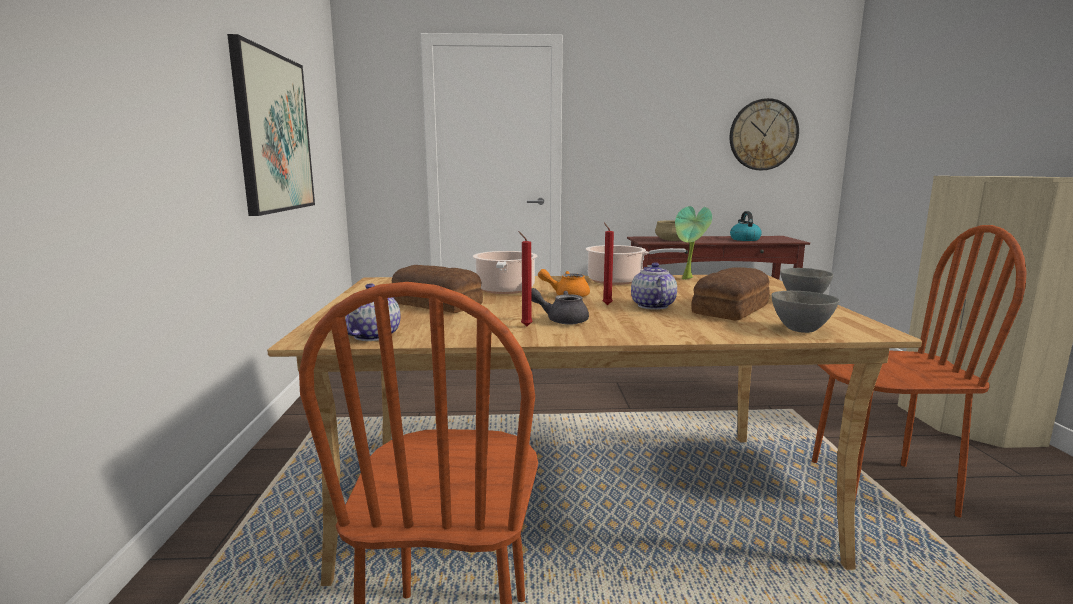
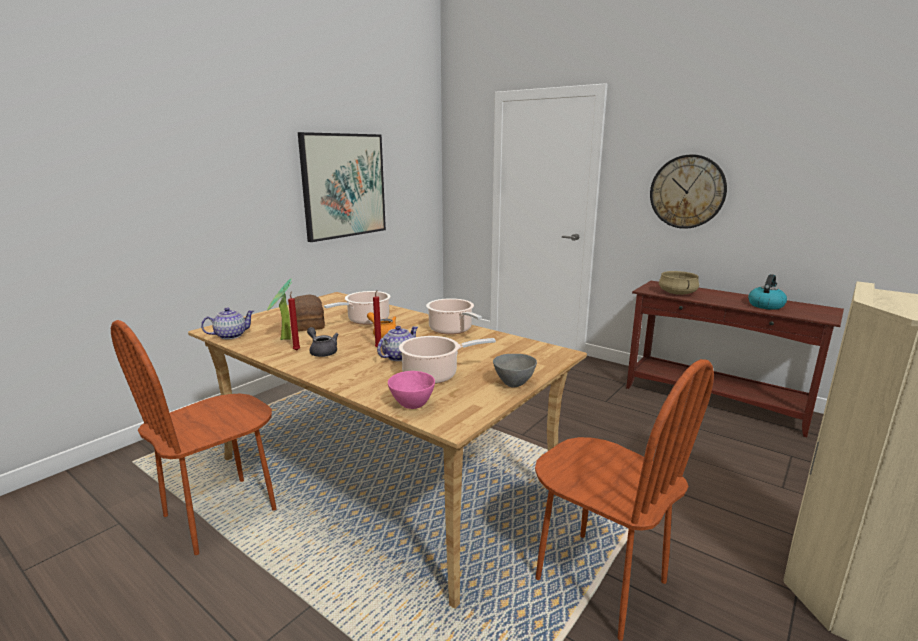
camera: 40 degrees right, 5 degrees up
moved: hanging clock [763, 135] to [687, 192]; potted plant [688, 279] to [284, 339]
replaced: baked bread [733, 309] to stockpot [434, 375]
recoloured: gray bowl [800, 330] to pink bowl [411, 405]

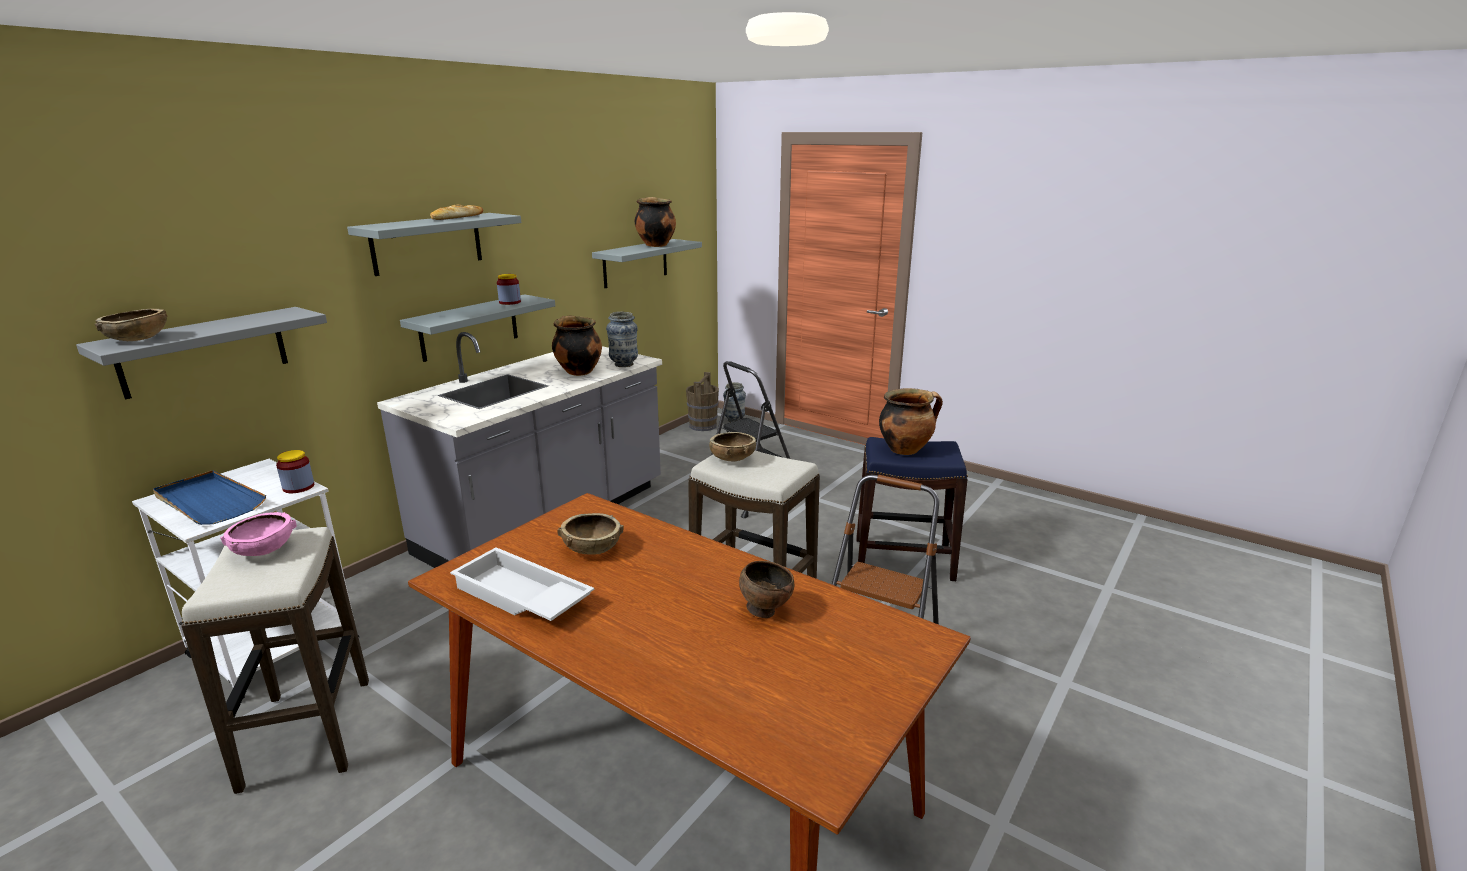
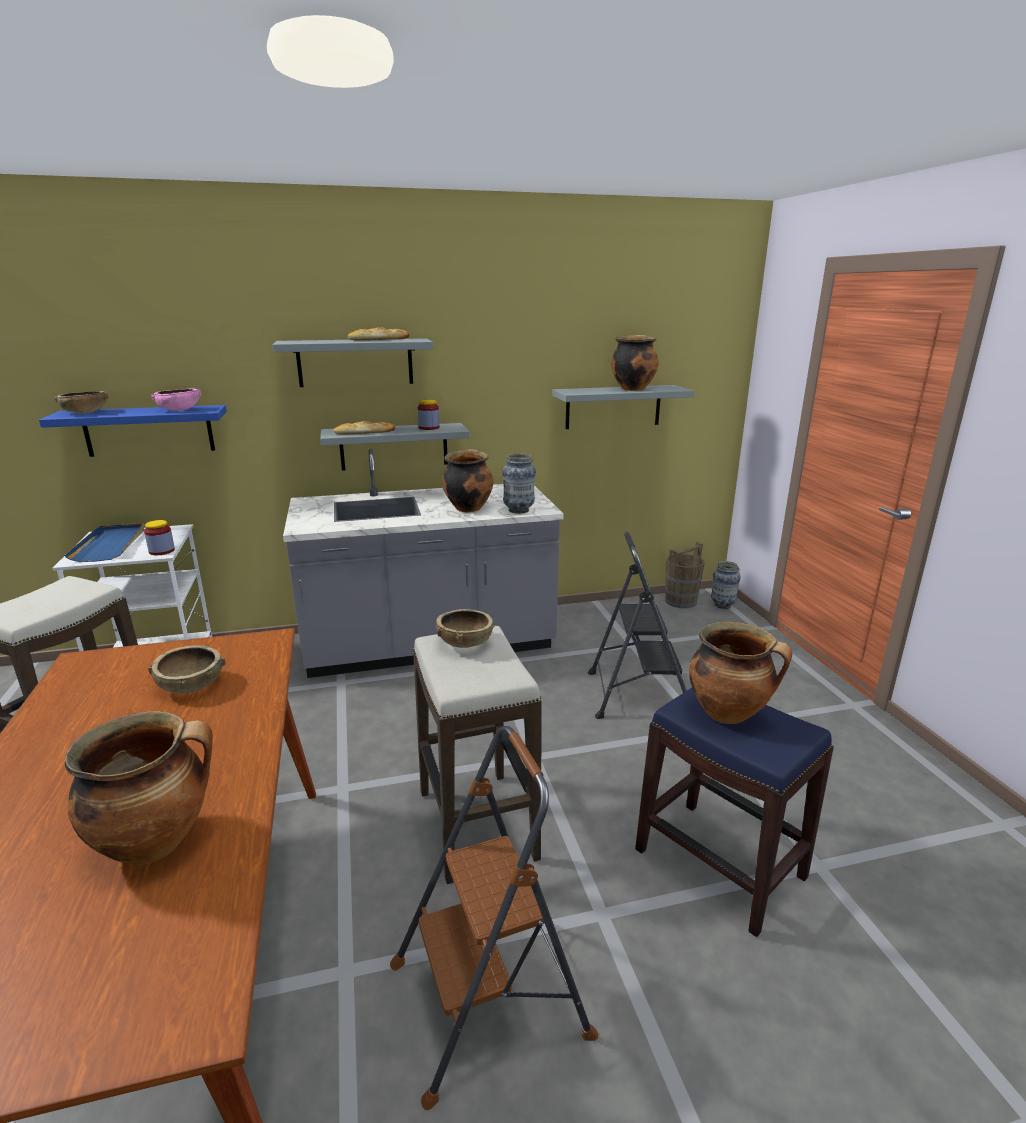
camera: 40 degrees right, 0 degrees up
removed: whitish carrying tray [520, 597]
added: baked bread [364, 432]
moved: pink bowl [264, 549] to [179, 410]
replaced: brownish bowl [765, 611] to stockpot [157, 840]
recoloured: gray wall shelf [204, 351] to bluish wall shelf [149, 430]

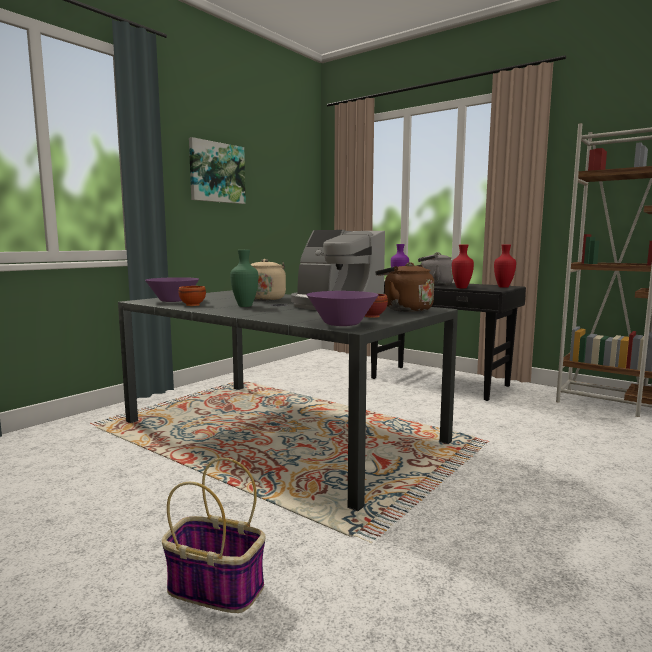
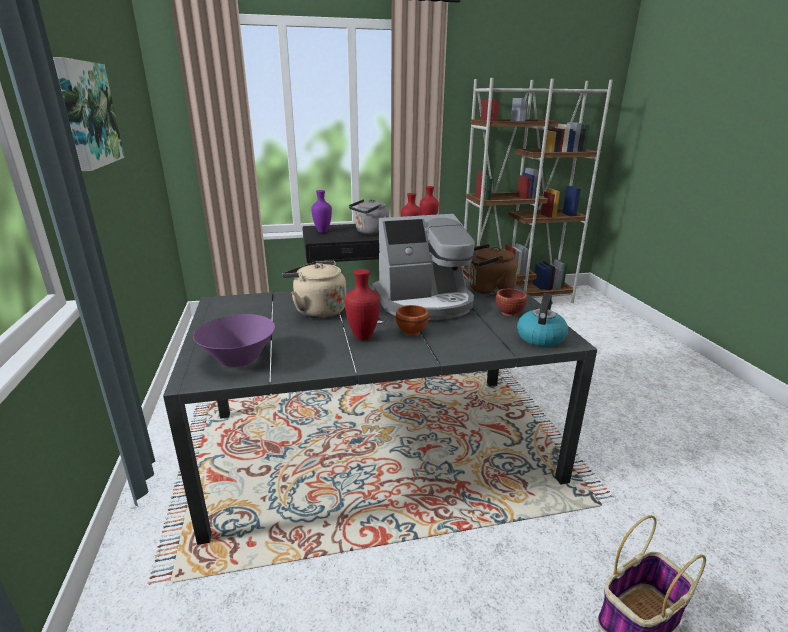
camera: 50 degrees left, 15 degrees up
moved: brownish bowl [193, 305] to [411, 331]
replaced: purple-coloured bowl [342, 324] to water kettle [540, 337]
recoloured: green-coloured vase [244, 306] to reddish vase [362, 337]

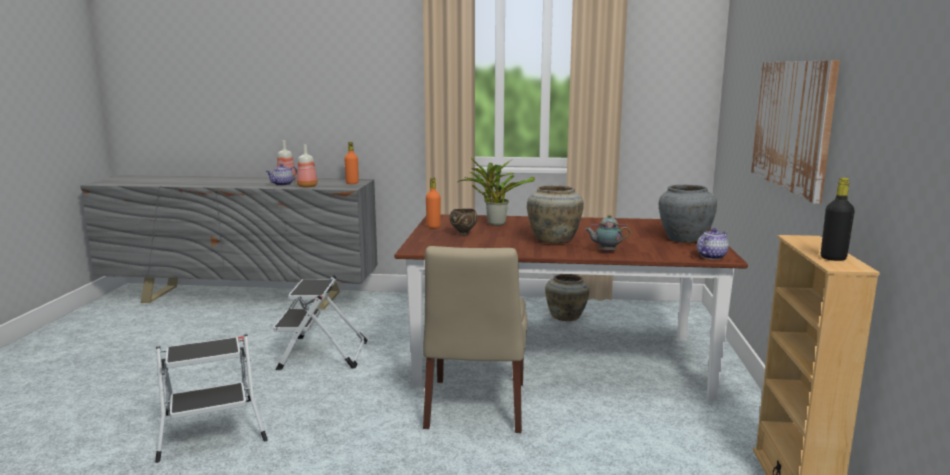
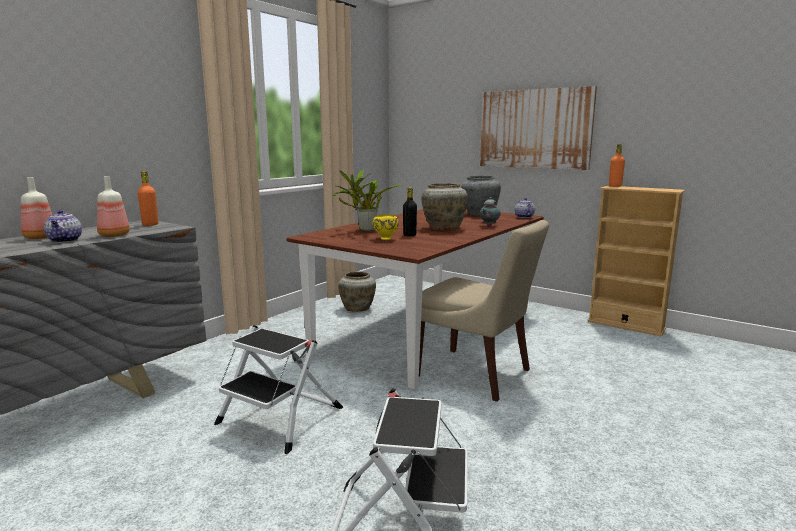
camera: 60 degrees left, 0 degrees up
moved: orange-coloured beverage bottle [433, 227] to [615, 186]; black-coloured beverage bottle [833, 258] to [409, 235]
recoloured: brownish bowl [463, 234] to yellow-coloured bowl [385, 239]

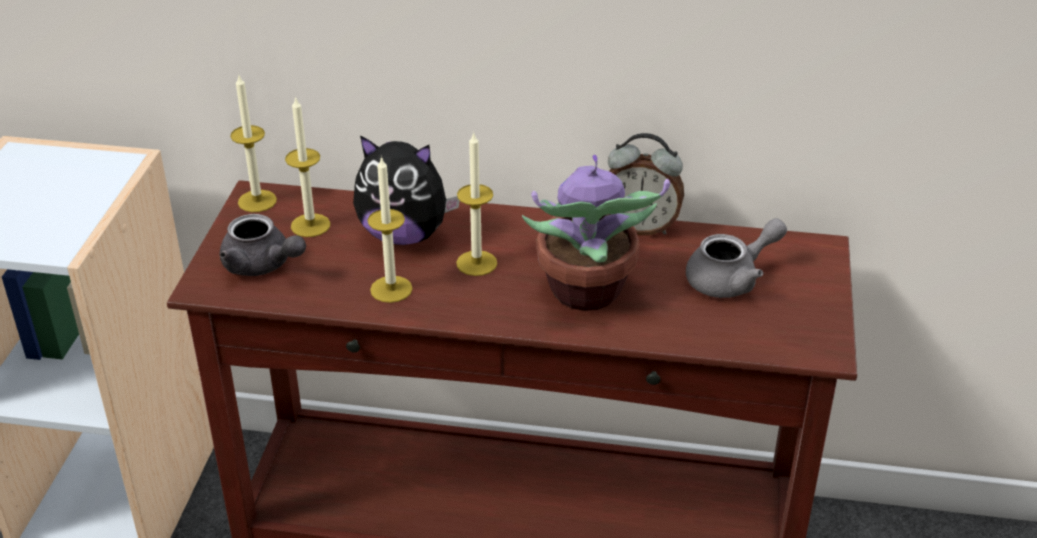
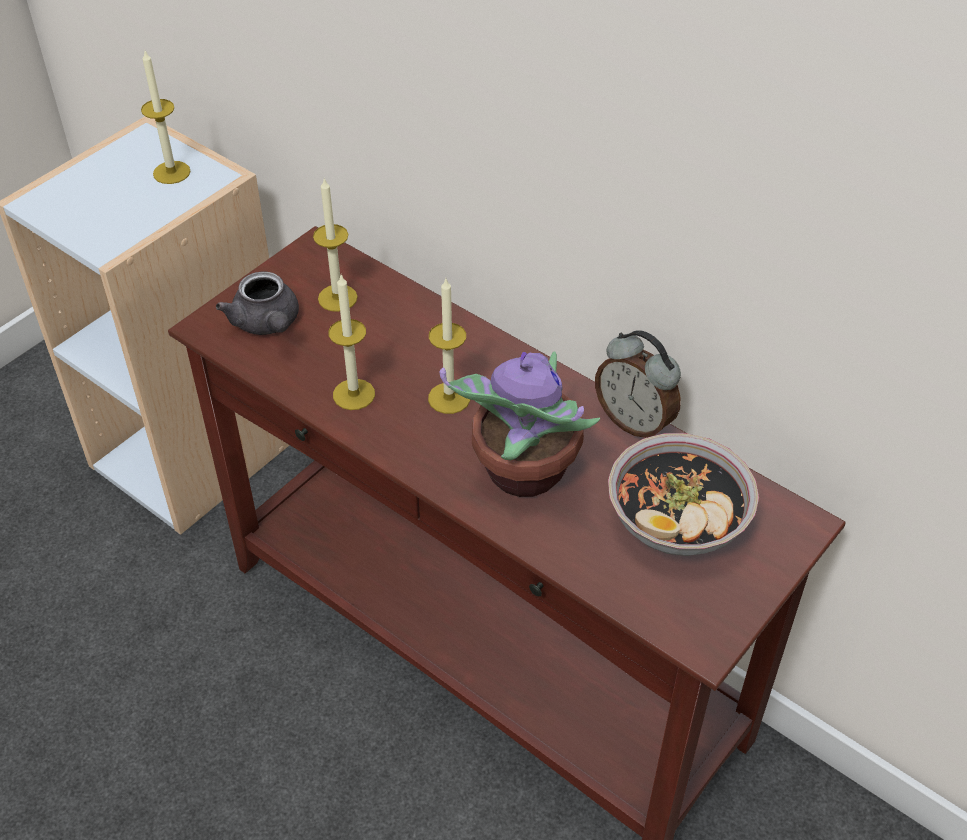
camera: 30 degrees right, 10 degrees up
removed: soft toy [404, 235]
moved: wax candle [257, 201] to [171, 172]
replaced: gray tea pot [731, 279] to bowl [677, 520]

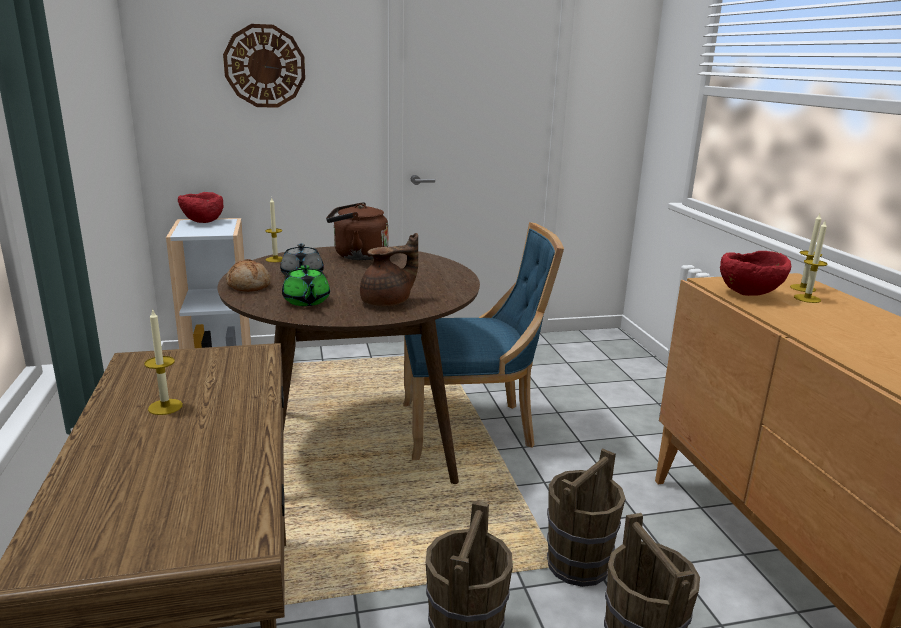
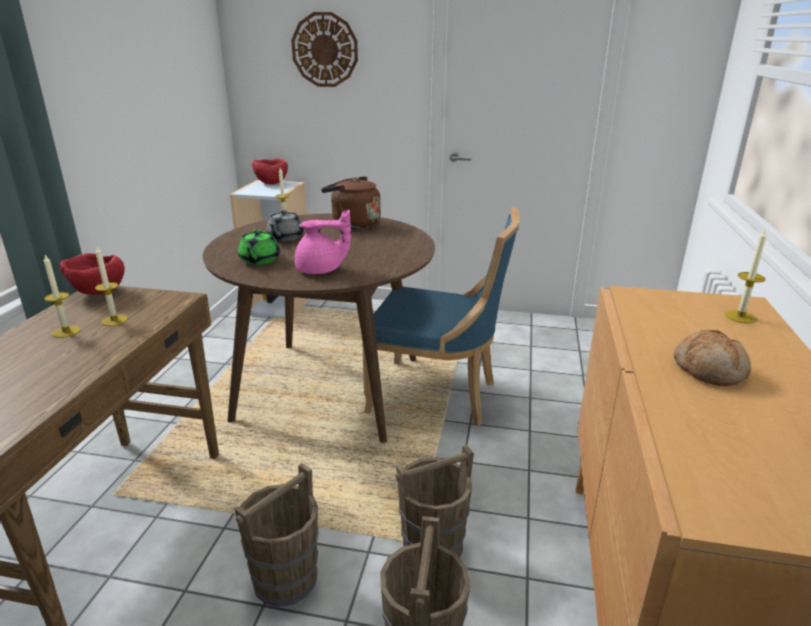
camera: 25 degrees right, 5 degrees up
moved: wax candle [807, 298] to [114, 320]; reddish bowl [749, 295] to [98, 294]; baked bread [249, 285] to [709, 370]
recoloured: brownish tea pot [388, 302] to pink tea pot [321, 270]

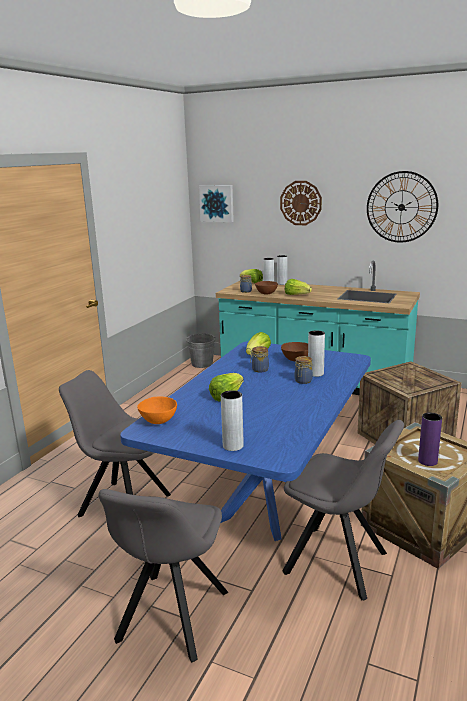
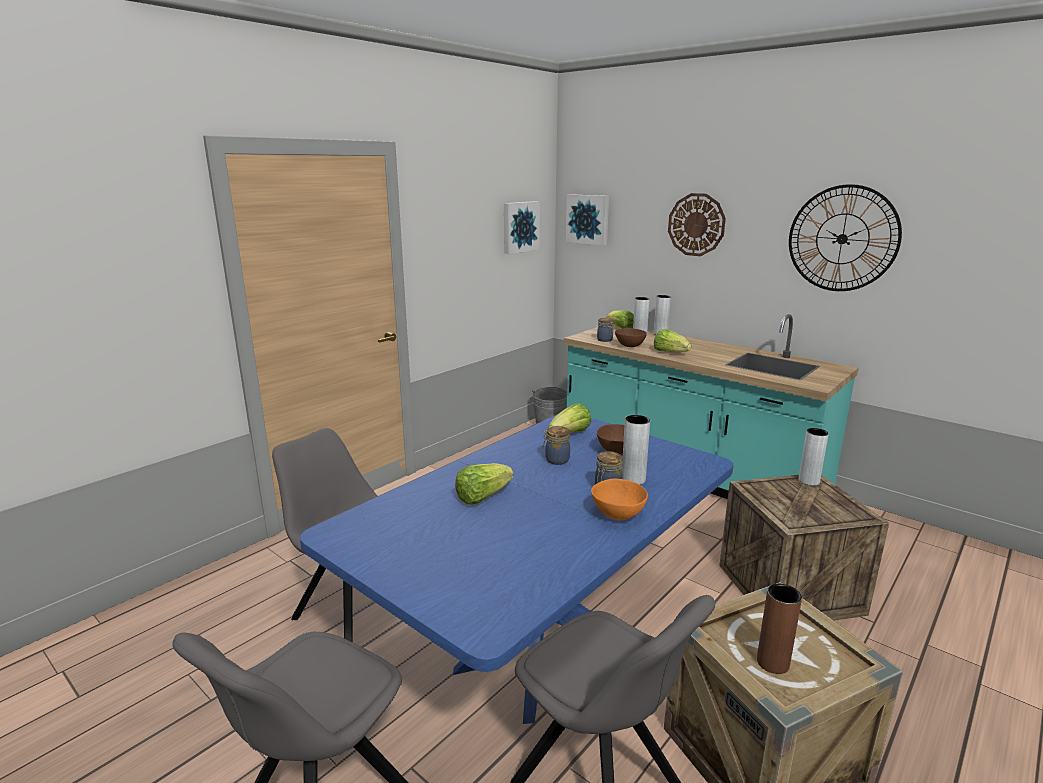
camera: 15 degrees right, 0 degrees up
added: picture [519, 227]
moved: gray vase [233, 446] to [809, 481]; orange-coloured bowl [158, 421] to [618, 515]
recoloured: purple-coloured vase [427, 461] to brownish vase [772, 663]

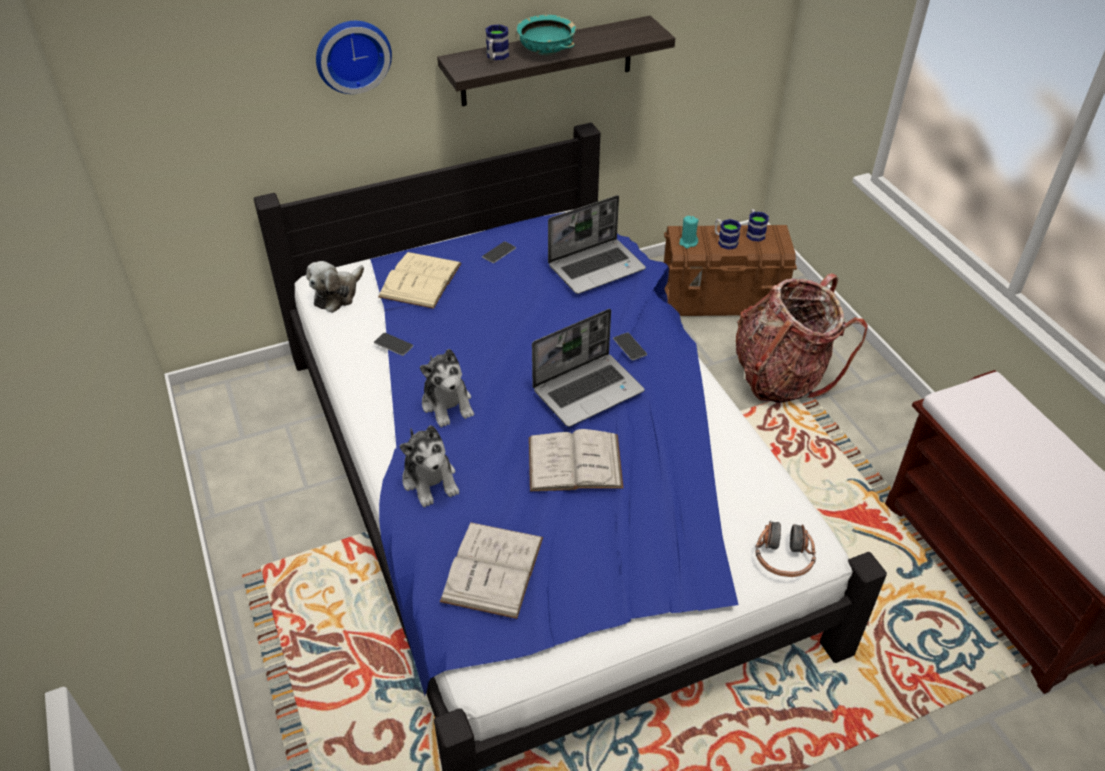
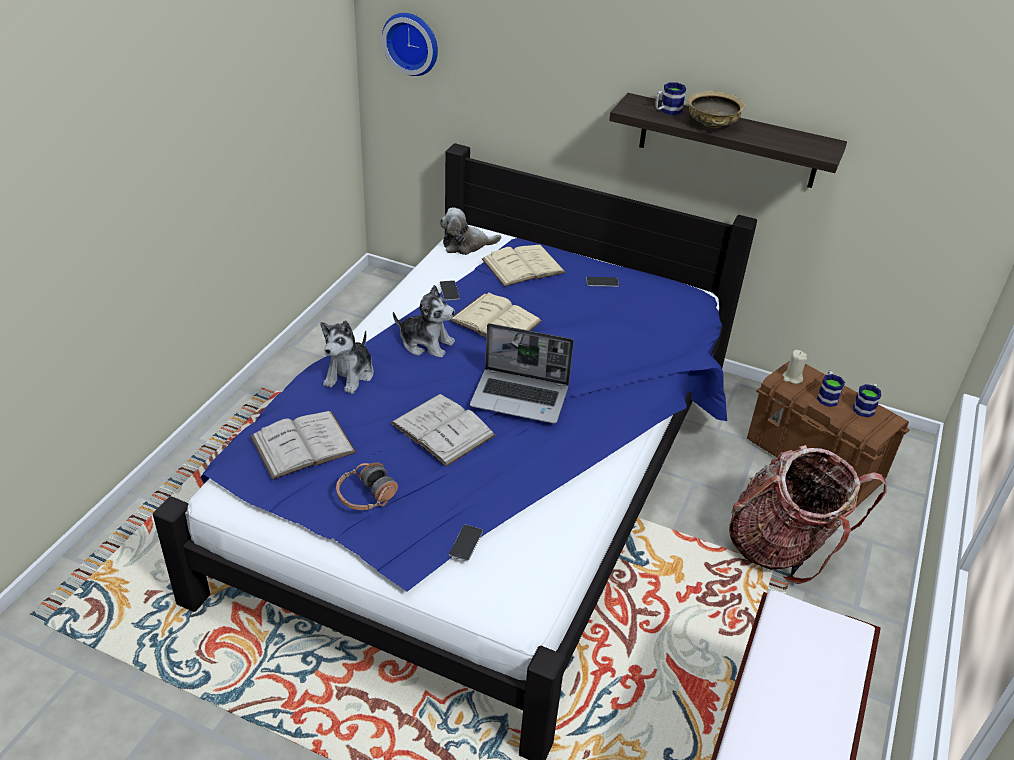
camera: 45 degrees right, 5 degrees down
removed: laptop [597, 267]
added: beige bound book [495, 321]
moved: hanging clock [352, 55] to [412, 42]; phone [630, 346] to [466, 543]; pair of headphones [783, 557] to [366, 496]
recoloured: blue-green bowl [546, 51] to beige bowl [712, 124]; blue-green wax candle [688, 242] to beige wax candle [792, 378]
turned: soft toy [447, 404] = [426, 343] 90 degrees counterclockwise

